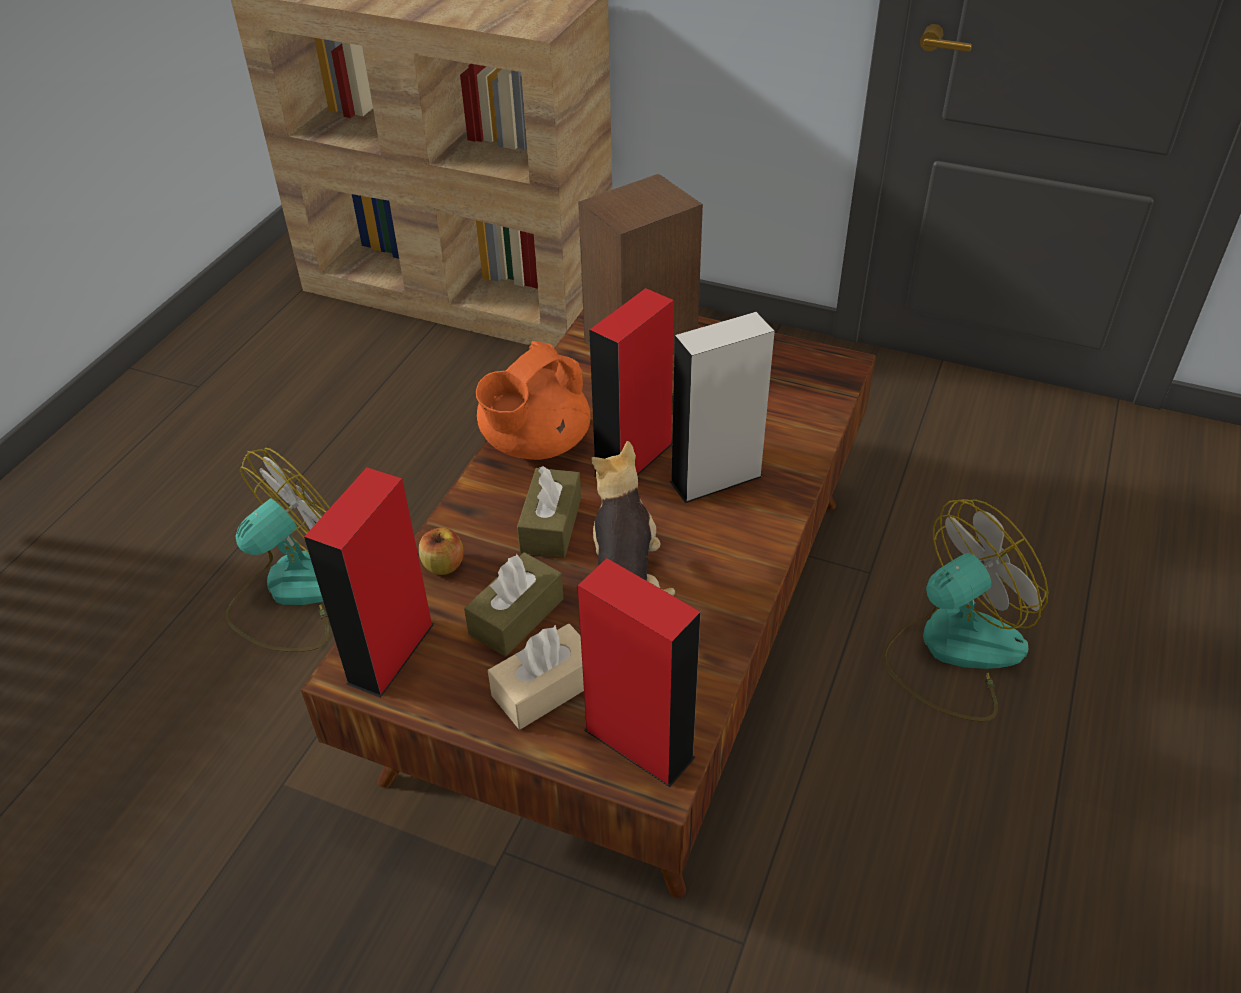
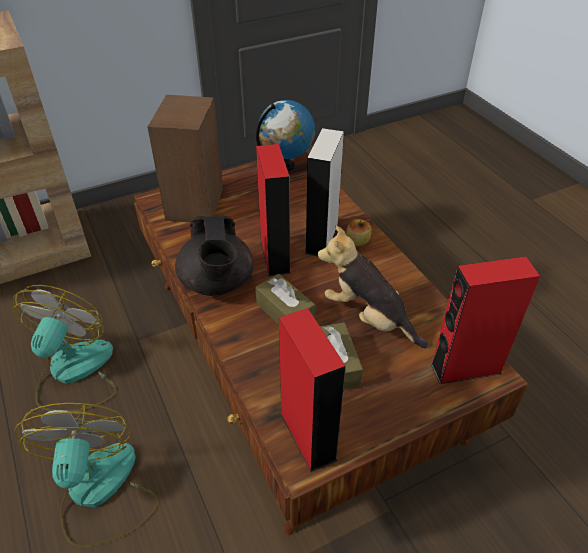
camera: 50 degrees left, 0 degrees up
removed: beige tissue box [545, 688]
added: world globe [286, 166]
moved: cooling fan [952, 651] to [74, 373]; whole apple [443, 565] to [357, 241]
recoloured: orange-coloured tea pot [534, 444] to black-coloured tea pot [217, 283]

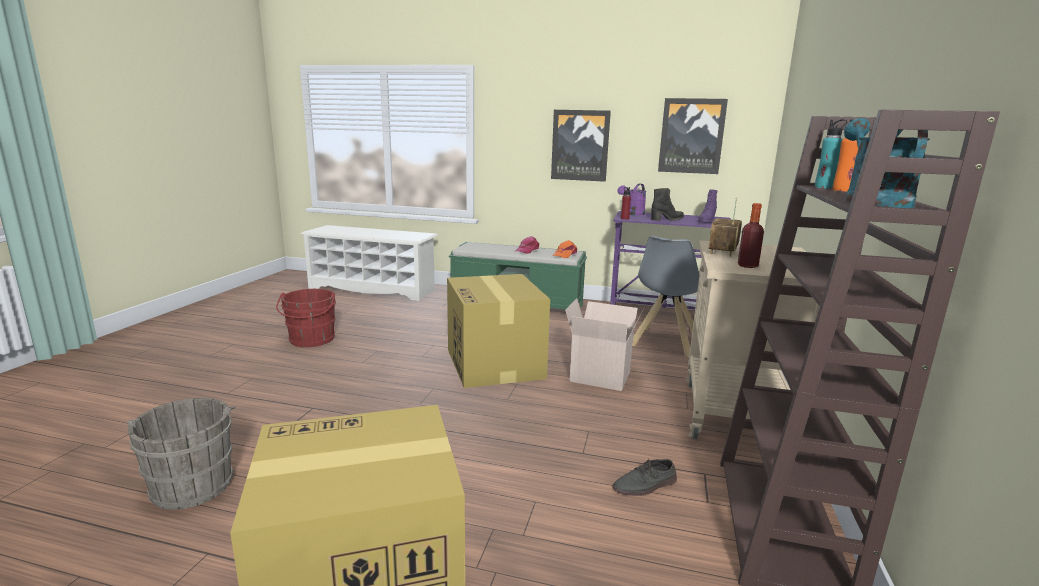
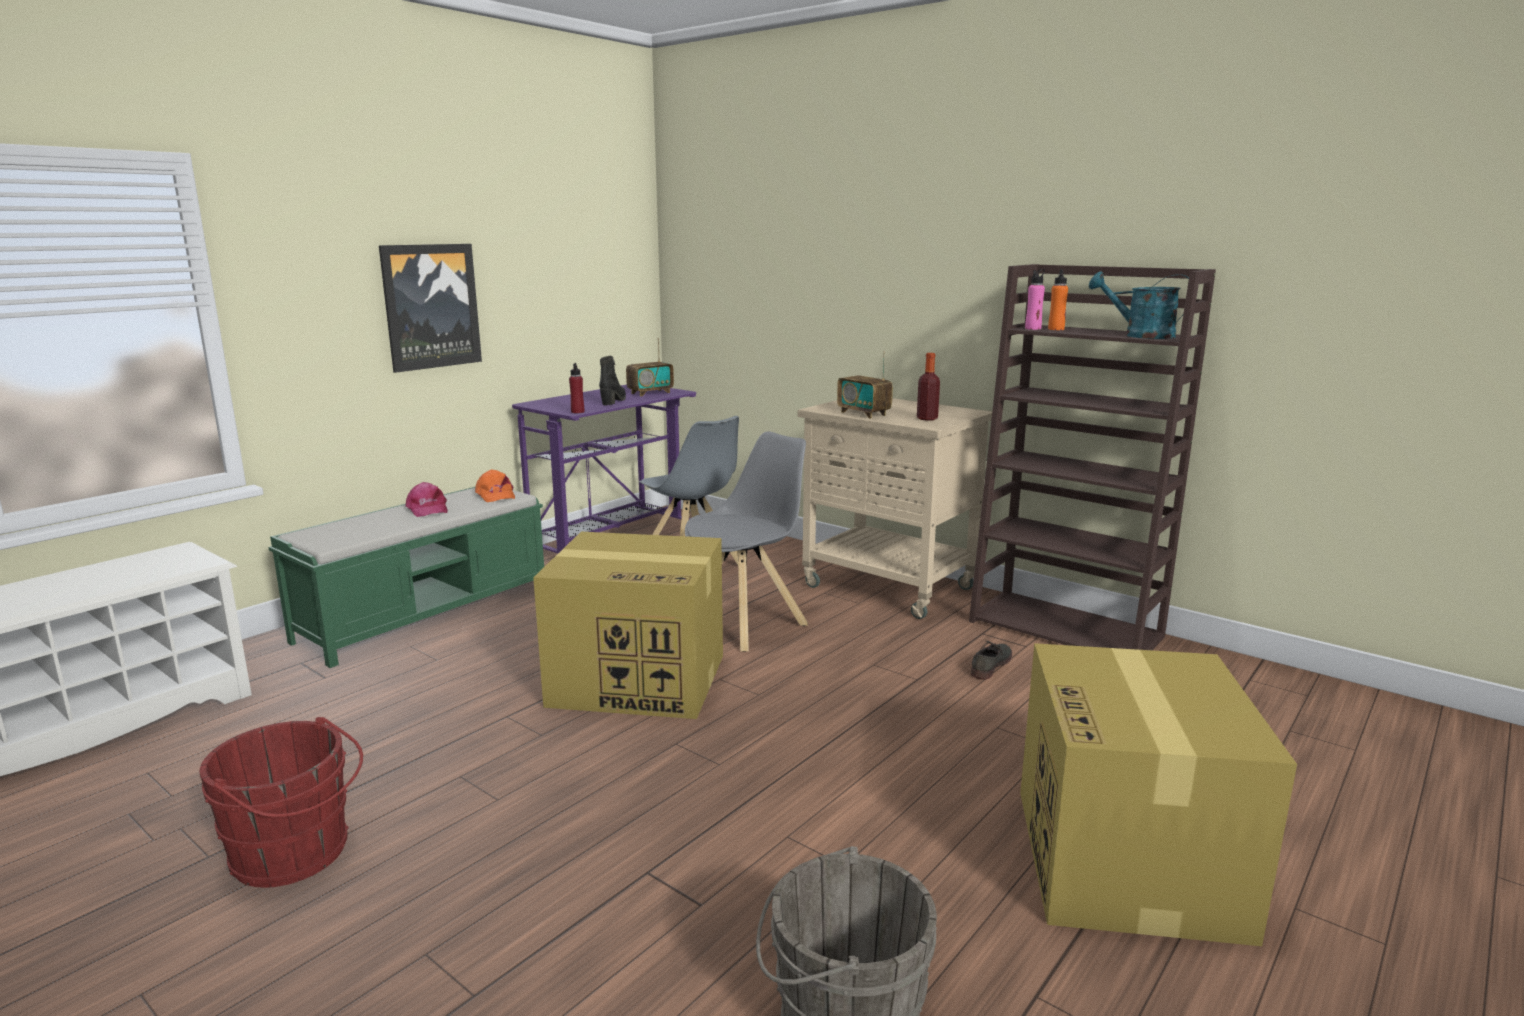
camera: 65 degrees left, 0 degrees up
removed: picture [691, 136]; purple-coloured watering pot [632, 214]
replaced: purple-coloured boot [706, 222] to radio receiver [650, 393]; cardboard box [601, 376] to gray chair [746, 622]
recoloured: blue-green beverage bottle [824, 187] to pink beverage bottle [1033, 328]
turned: gray item of footwear [645, 485] = [990, 664] 150 degrees counterclockwise

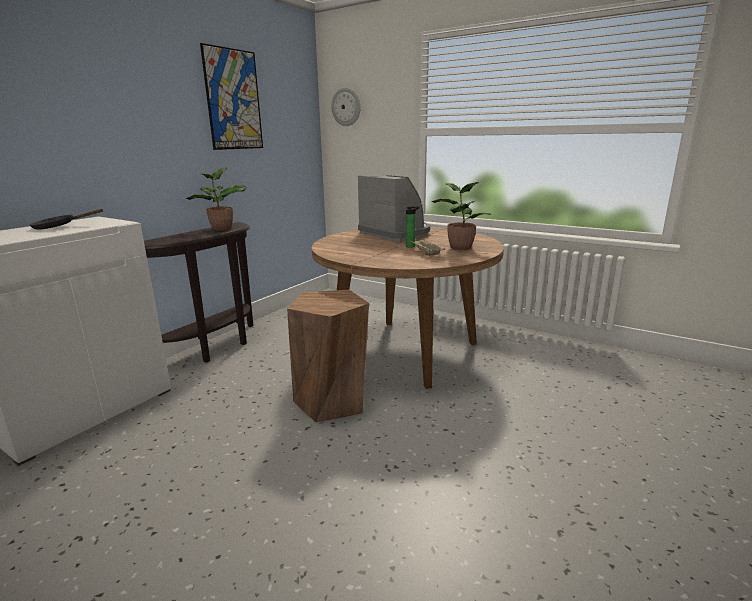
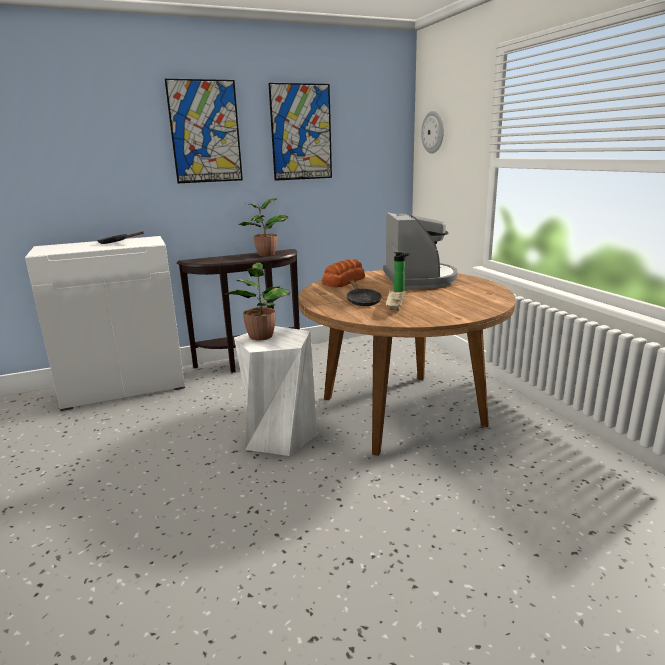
camera: 35 degrees right, 0 degrees up
added: picture [205, 132]; baked bread [343, 281]; black-coloured pan [362, 301]
moved: potted plant [459, 247] to [260, 336]
recoloured: brownish stool seat [332, 401] to whitish stool seat [279, 436]

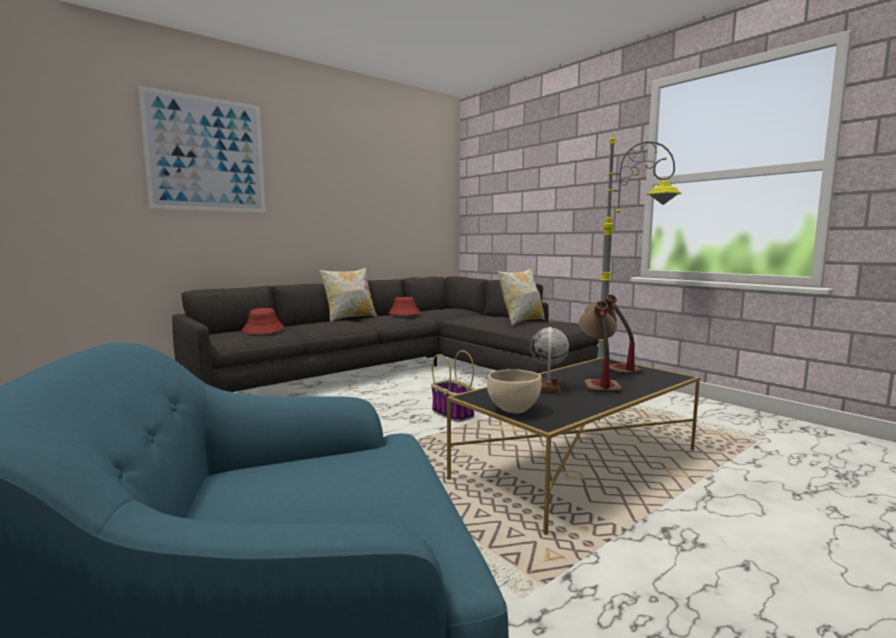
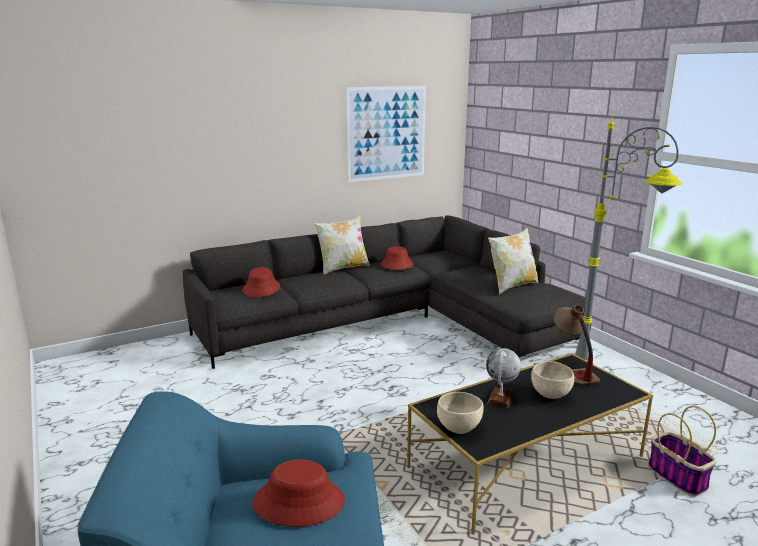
camera: 10 degrees right, 10 degrees up
added: reddish hat [299, 502]
moved: picture [207, 154] to [386, 133]; basket [453, 414] to [678, 477]
replaced: table lamp [598, 382] to beige bowl [550, 394]

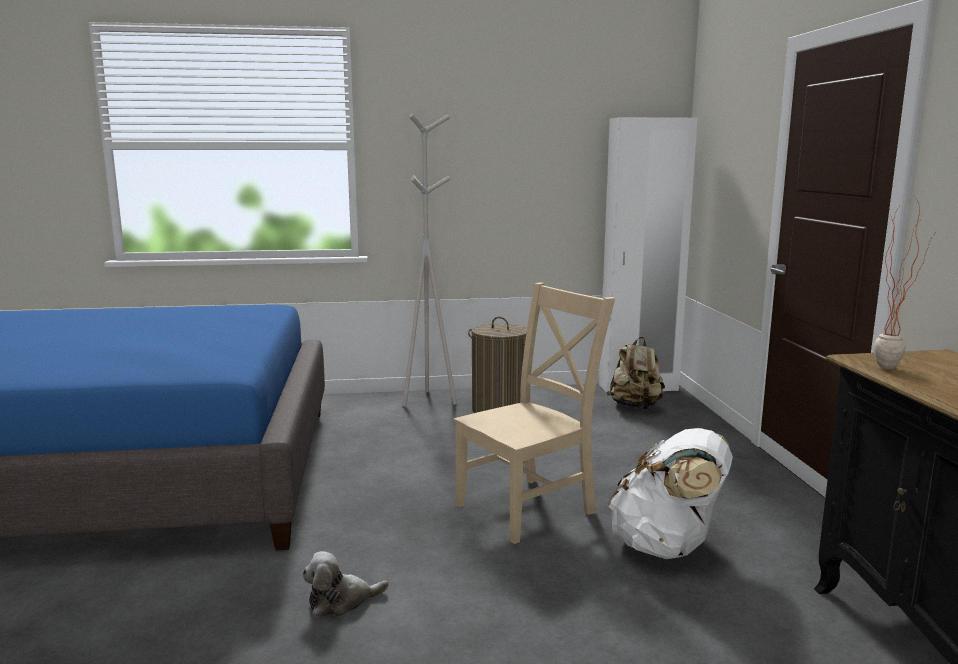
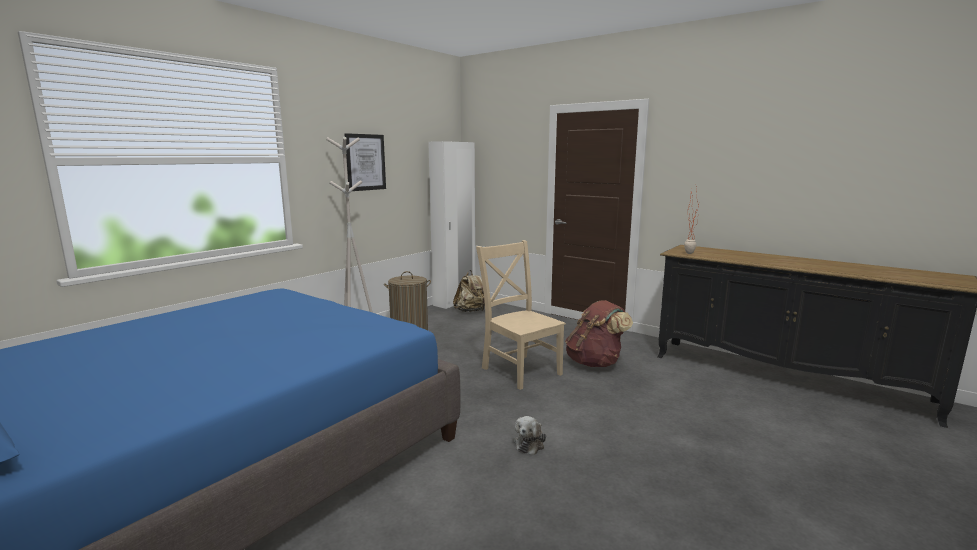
camera: 45 degrees left, 0 degrees up
added: picture [365, 162]
recoloured: whitish rucksack [667, 546] to brownish rucksack [595, 363]
turned: beige chair [530, 507] = [519, 370] 45 degrees counterclockwise

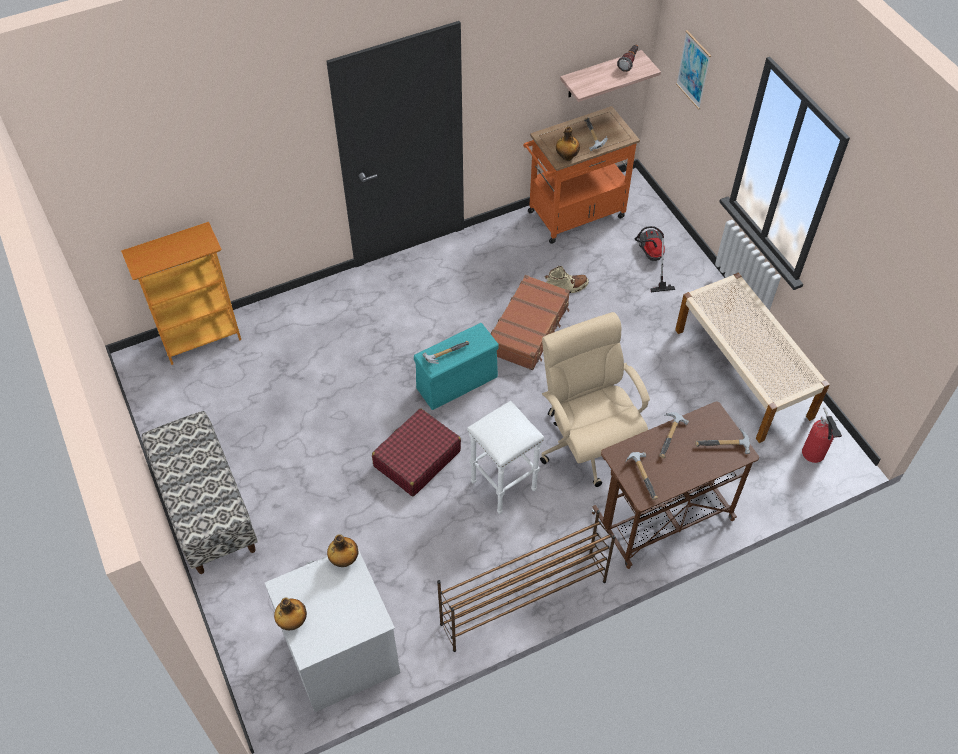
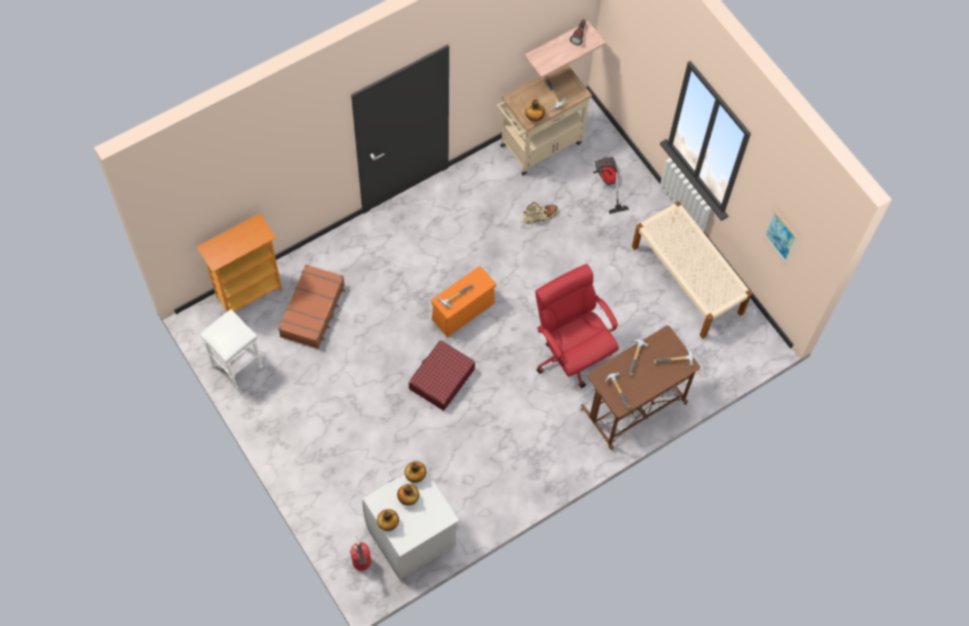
camera: 10 degrees left, 10 degrees up
removed: long seat [206, 509]; brownish shoe rack [523, 602]
added: beverage bottle [408, 499]
moved: picture [693, 70] to [780, 236]; brownish suitcase [529, 329] to [313, 310]; whitish stool seat [503, 486] to [237, 367]; fire extinguisher [814, 455] to [362, 563]
recoloured: orange-coloured trolley [573, 216] to beige trolley [538, 146]; beige office chair [586, 443] to reddish office chair [570, 352]; blue-green storage container [458, 381] to orange-coloured storage container [463, 310]

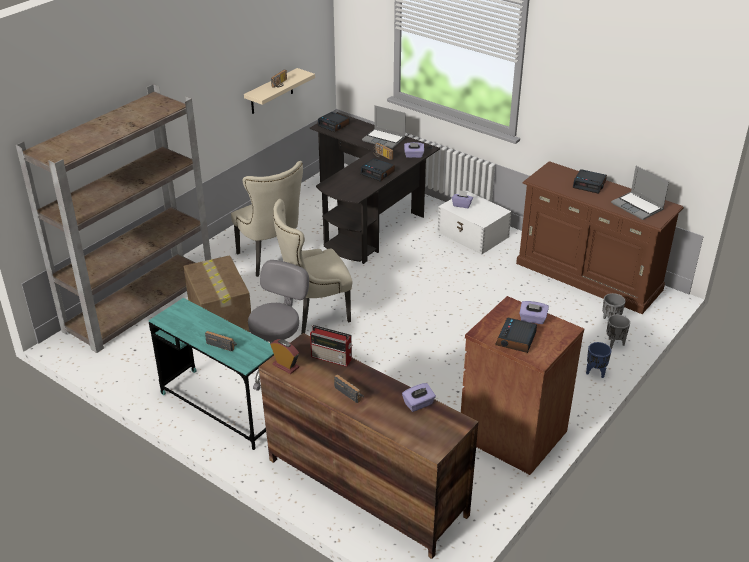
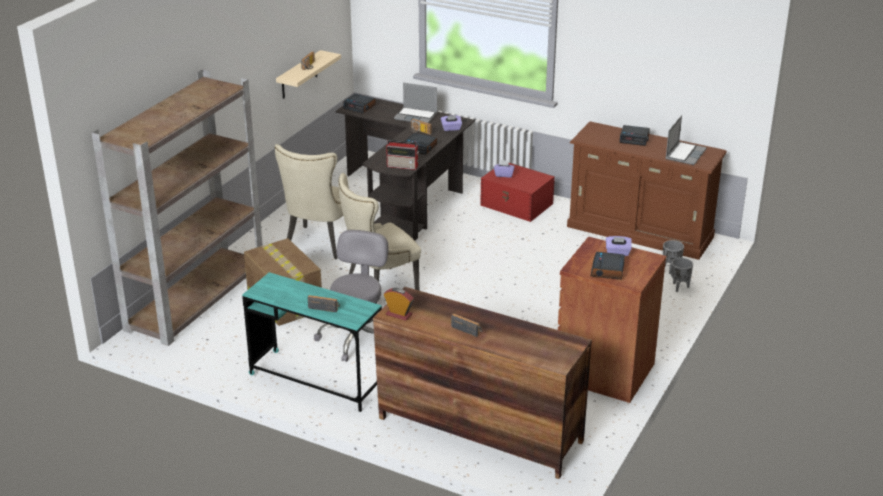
camera: 10 degrees left, 5 degrees down
removed: bluish planter [595, 372]; purple-coloured tissue box [418, 404]
moved: radio receiver [332, 358] to [403, 166]
recoloured: whitish storage container [473, 235] to reddish storage container [517, 205]
turned: beige chair [271, 258] = [319, 244] 60 degrees clockwise; laptop [638, 207] = [685, 154] 105 degrees counterclockwise

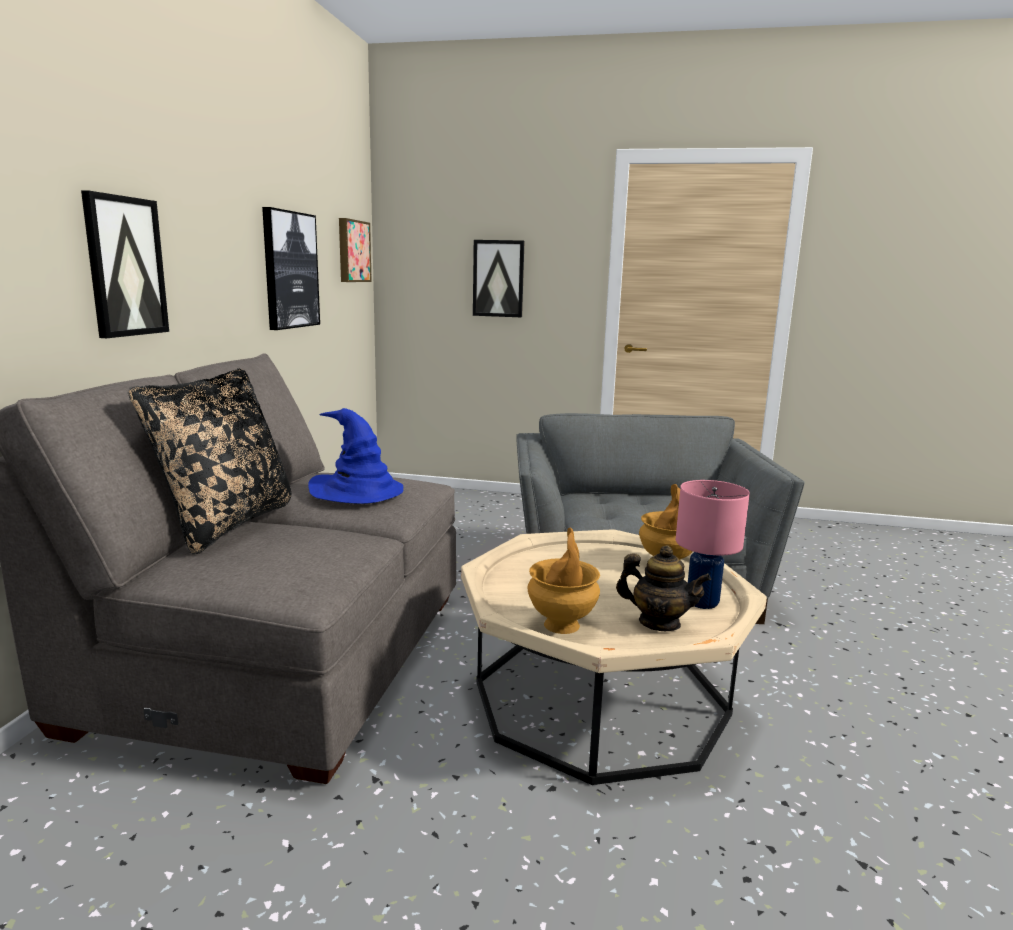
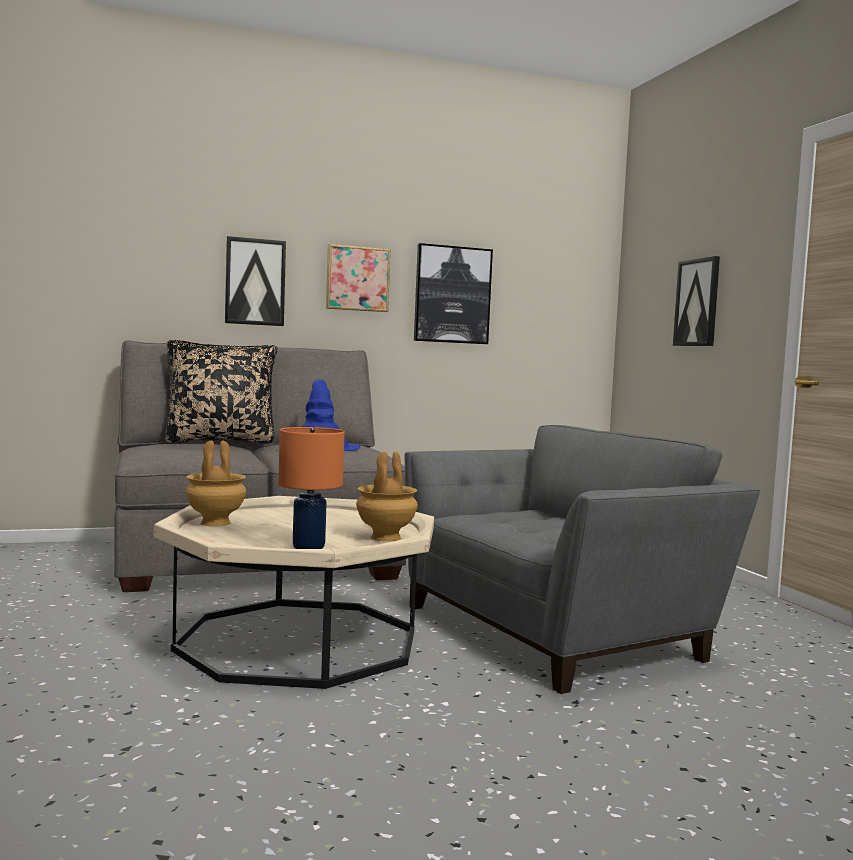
camera: 60 degrees right, 10 degrees down
removed: tea pot [659, 623]
moved: picture [352, 251] to [357, 279]
recoloured: pink table lamp [700, 603] to orange-coloured table lamp [308, 547]

